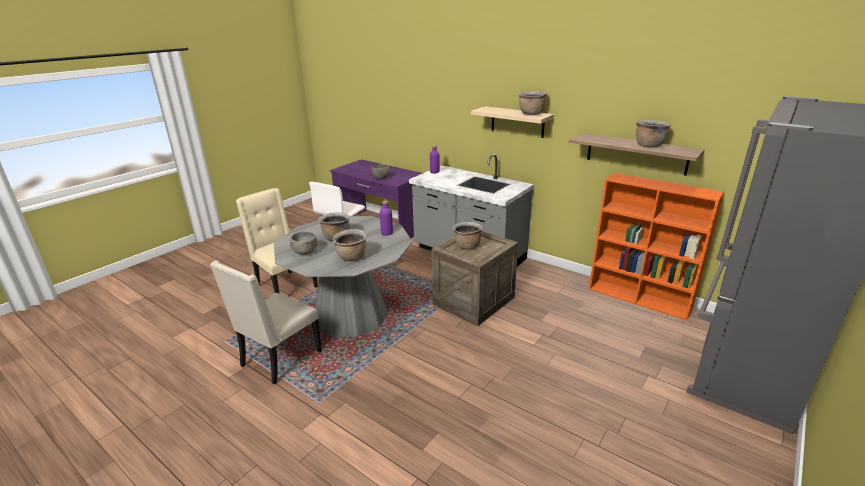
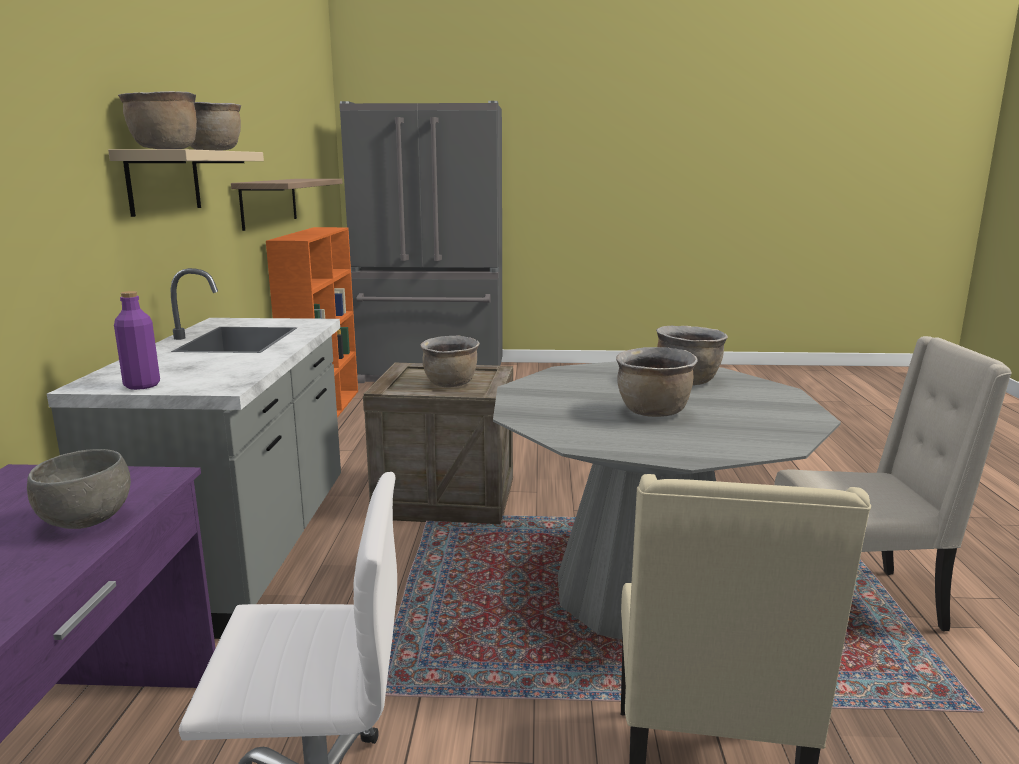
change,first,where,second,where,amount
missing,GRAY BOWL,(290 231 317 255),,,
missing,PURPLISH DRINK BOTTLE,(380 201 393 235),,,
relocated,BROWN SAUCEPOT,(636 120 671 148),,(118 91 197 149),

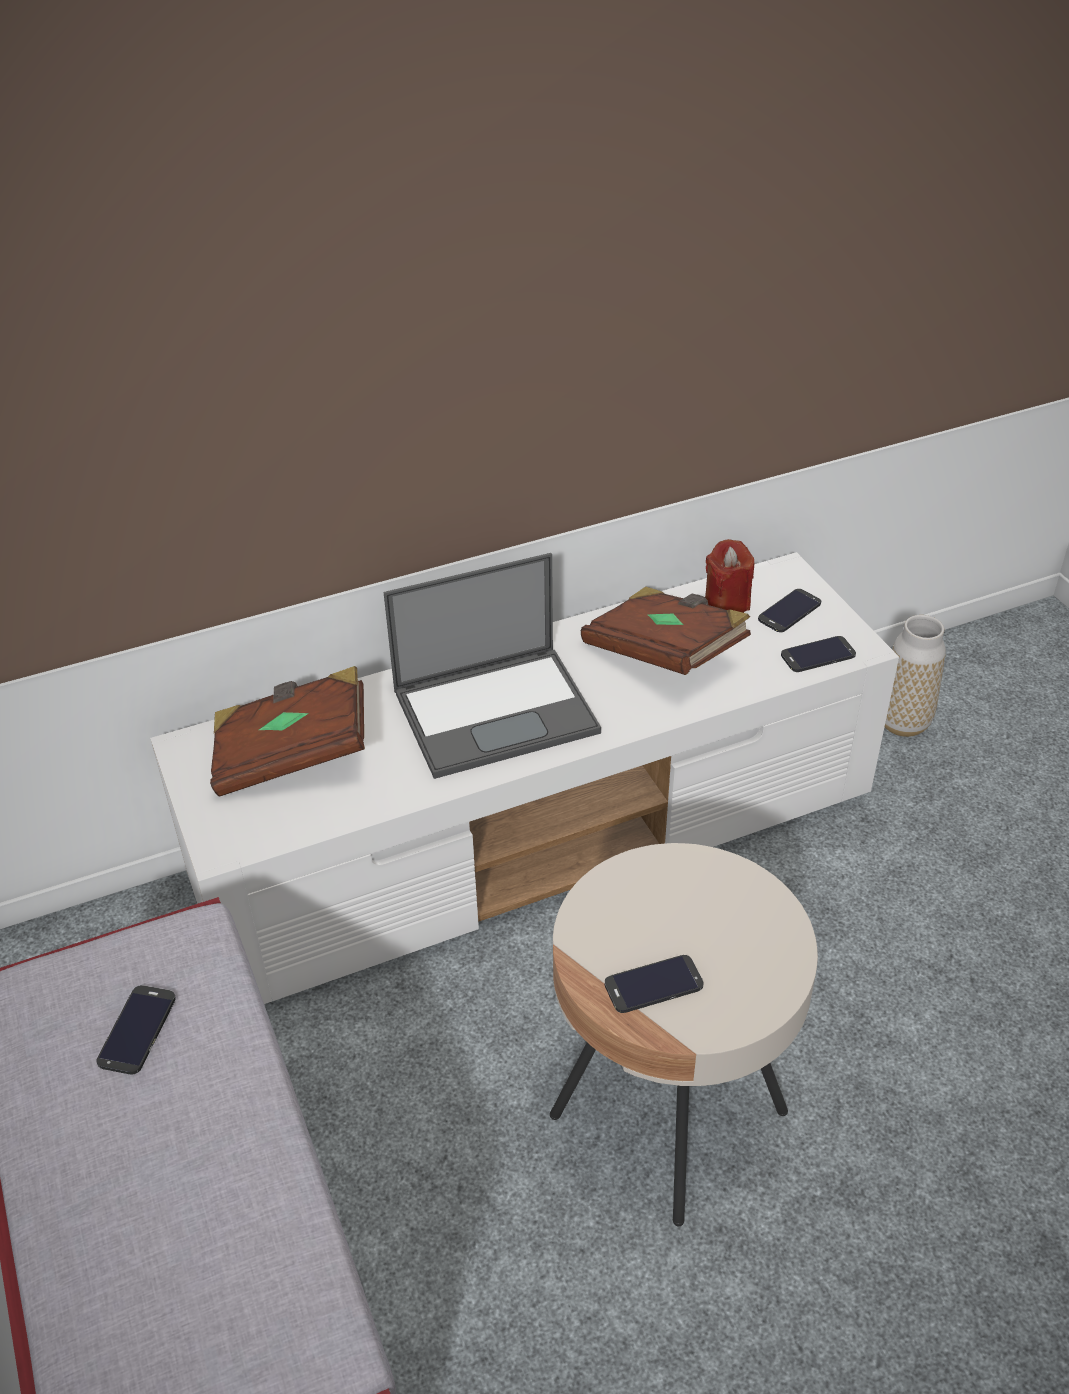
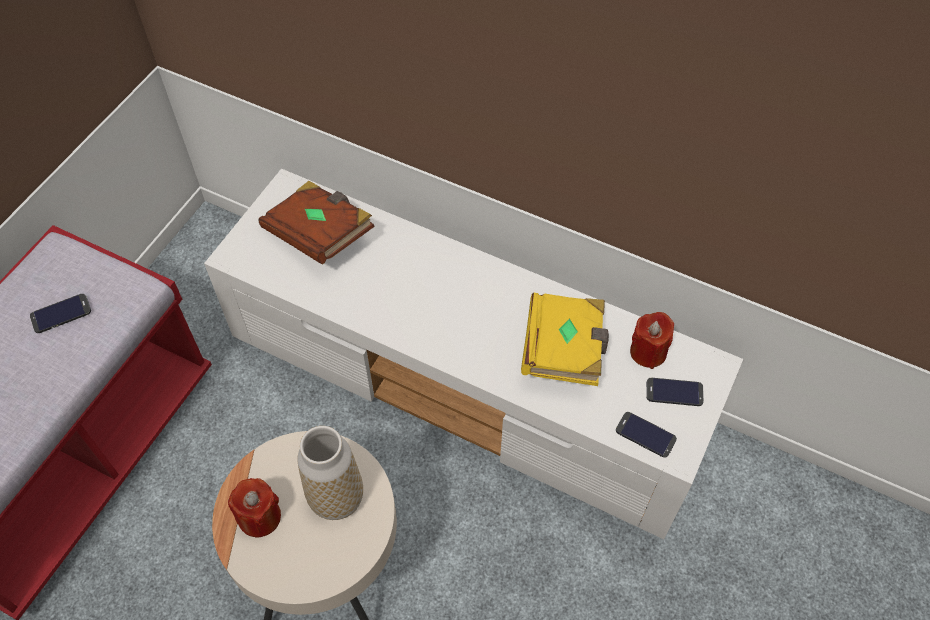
change,first,where,second,where,amount
missing,NOTEBOOK COMPUTER,(384 553 601 779),,,
colour,BROWN VOLUME,(581 587 751 675),YELLOW VOLUME,(521 293 609 386),
exchanged,TELEPHONE,(605 955 703 1013),REDDISH WAX CANDLE,(228 478 281 537),
relocated,FLOWER VASE,(885 615 946 737),,(297 426 363 520),

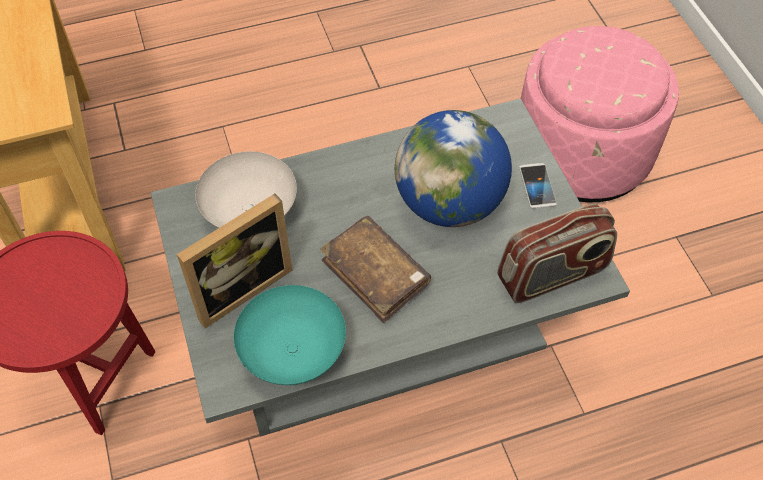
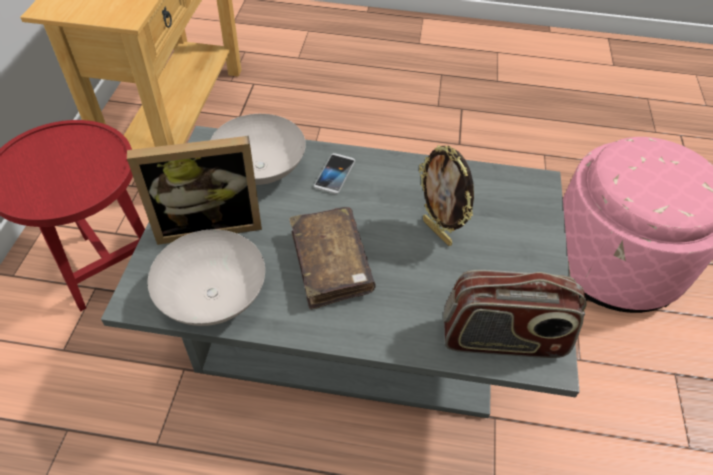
change,first,where,second,where,amount
colour,BLUE-GREEN BOWL,(234 285 346 385),WHITE BOWL,(148 230 265 326),
exchanged,GLOBE,(395 110 512 227),PHOTO FRAME,(419 145 474 246),
relocated,TELEPHONE,(519 163 557 209),,(314 153 355 194),

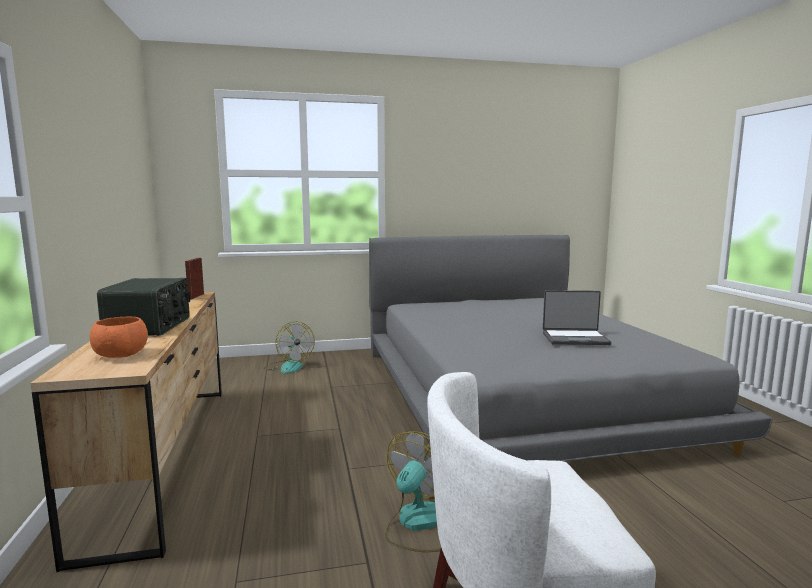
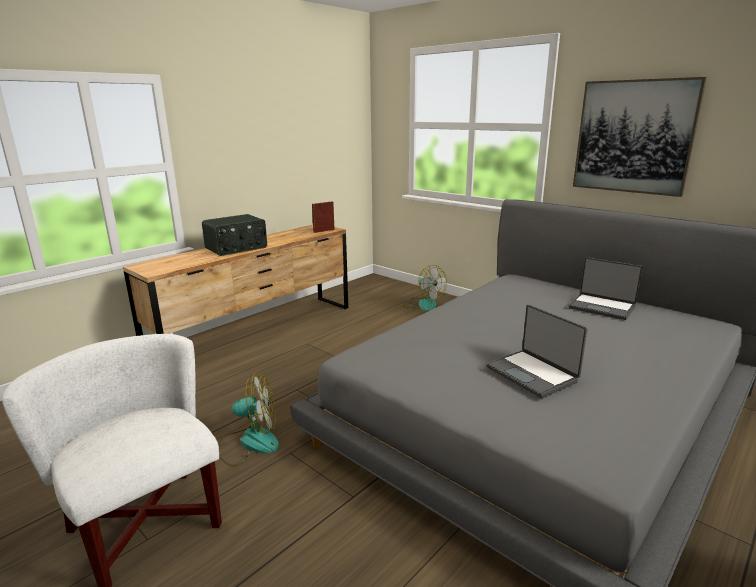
change,first,where,second,where,amount
missing,ORANGEY BOWL,(90 317 148 358),,,
spun,FAN,(264 321 315 374),,(403 265 447 311),60 degrees counterclockwise
appeared,,,NOTEBOOK COMPUTER,(568 257 643 320),
appeared,,,PICTURE,(573 77 707 197),

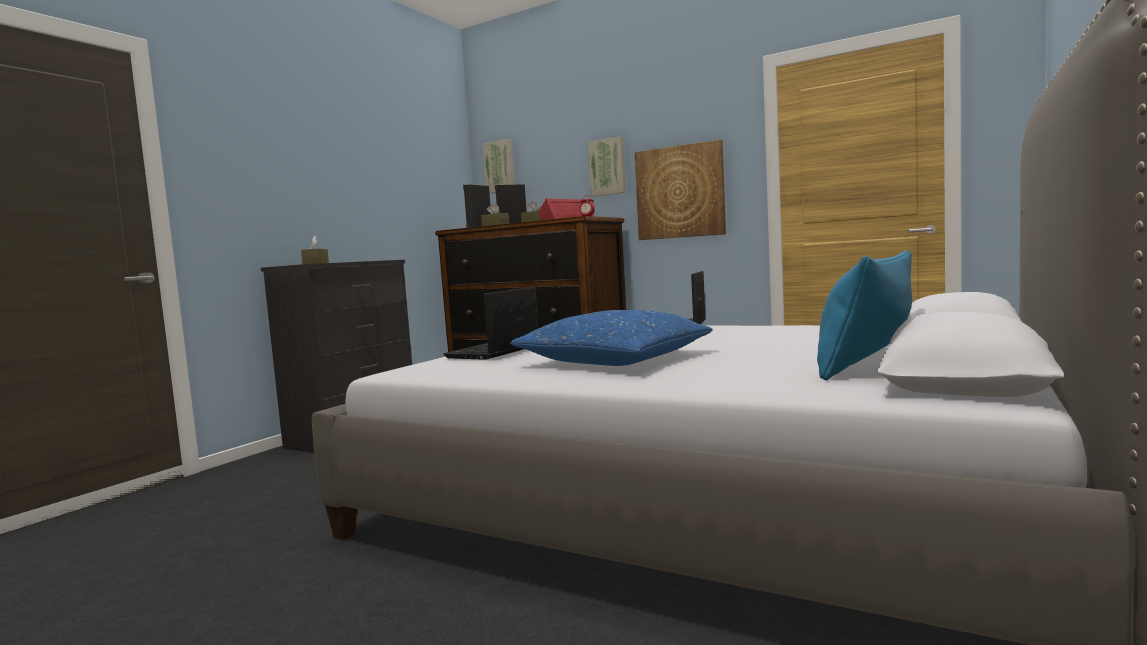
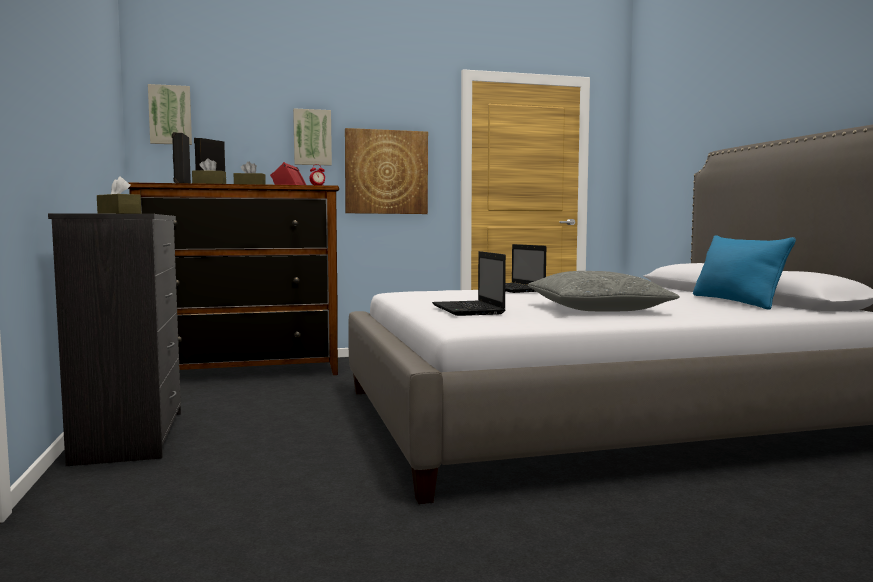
change,first,where,second,where,amount
colour,BLUE PILLOW,(510 310 712 366),GRAY PILLOW,(528 271 680 311),

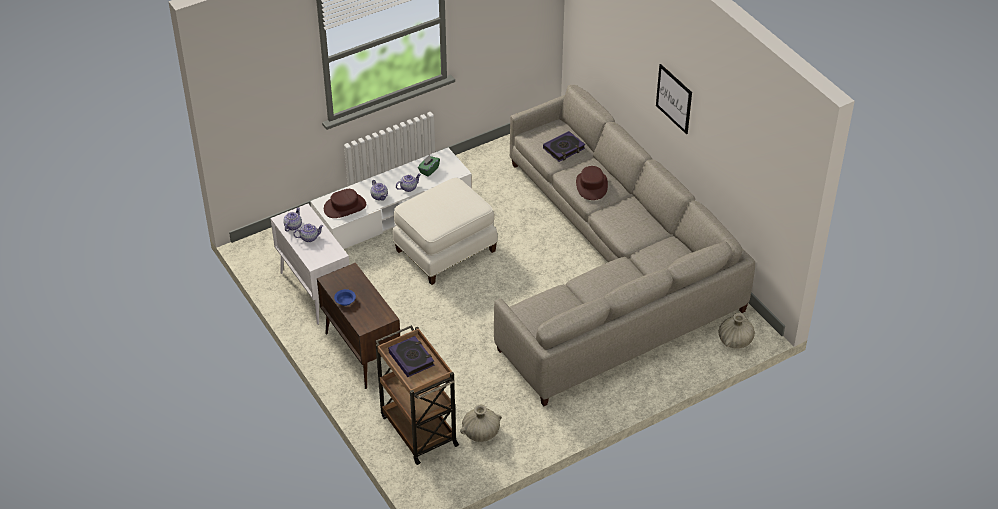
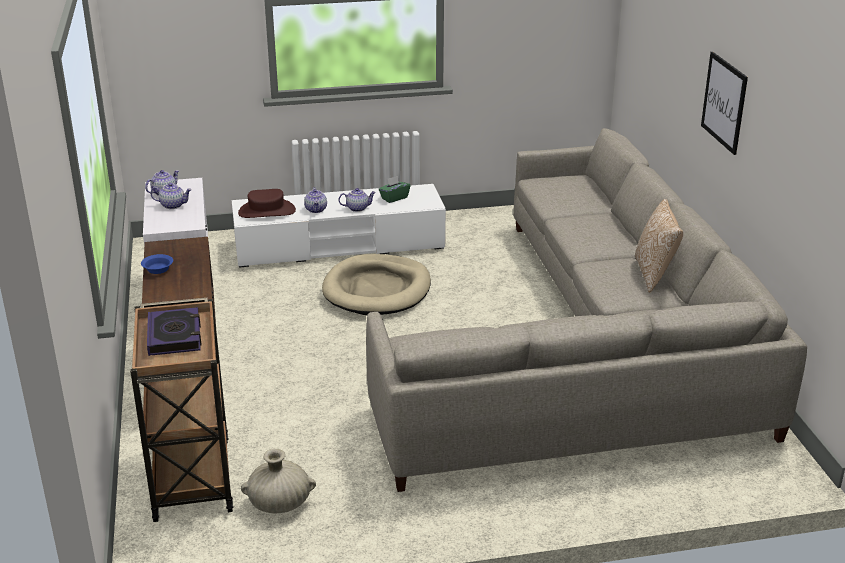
change,first,where,second,where,amount
exchanged,WHITE POUFFE,(393 178 498 285),BEIGE-COLOURED DOG BED,(322 254 431 315),
missing,VOLUME,(543 131 585 162),,,
missing,BROWN HAT,(576 166 608 200),,,
missing,BEIGE-COLOURED FLOWER VASE,(718 313 755 349),,,
appeared,,,PILLOW,(635 199 683 293),

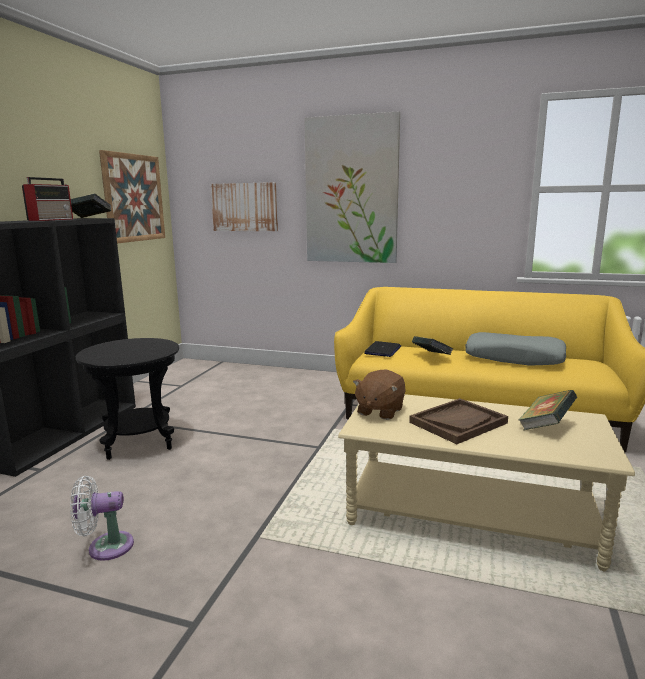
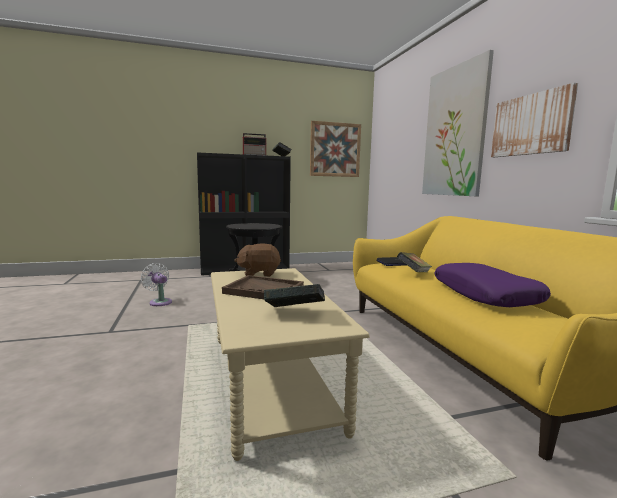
change,first,where,second,where,amount
relocated,PICTURE,(211 182 278 231),,(491 83 578 157),
colour,GRAY PILLOW,(465 332 566 366),PURPLISH PILLOW,(435 263 551 307),

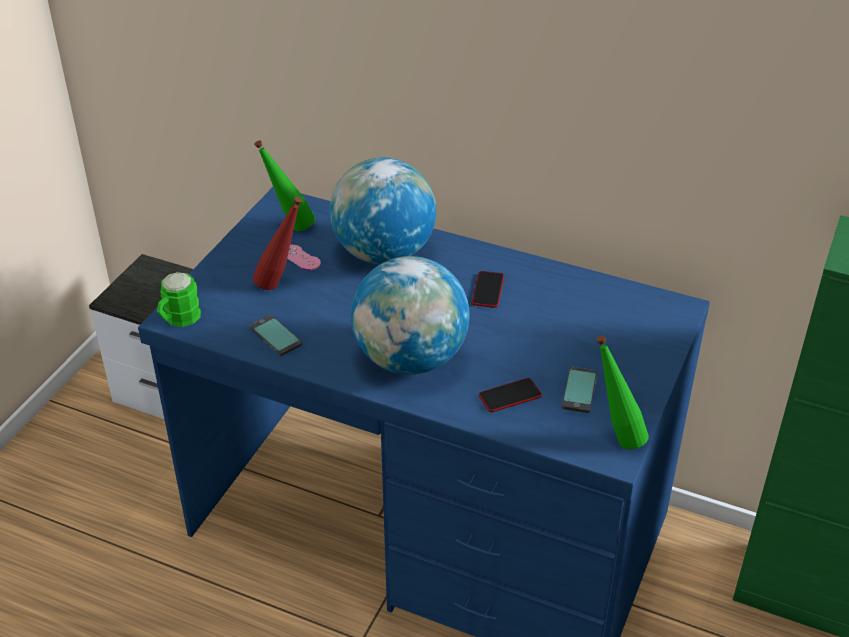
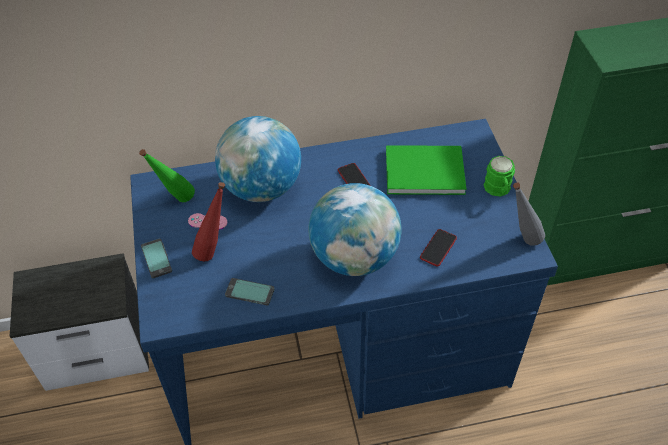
change,first,where,second,where,amount
relocated,GREEN TEA MUG,(157 272 201 327),,(483 156 515 197),
relocated,TELEPHONE,(562 367 597 413),,(141 239 172 278),
colour,GREEN DRINK BOTTLE,(596 335 649 449),GRAY DRINK BOTTLE,(513 182 545 246),
appeared,,,GREEN VOLUME,(386 145 466 195),

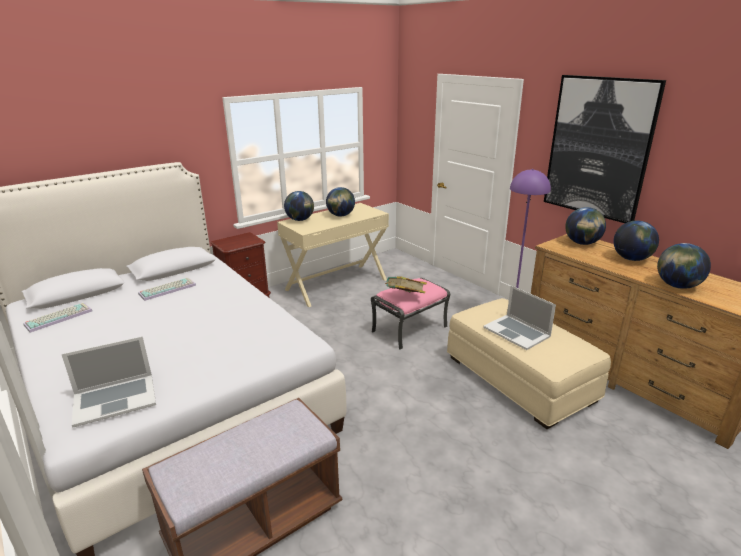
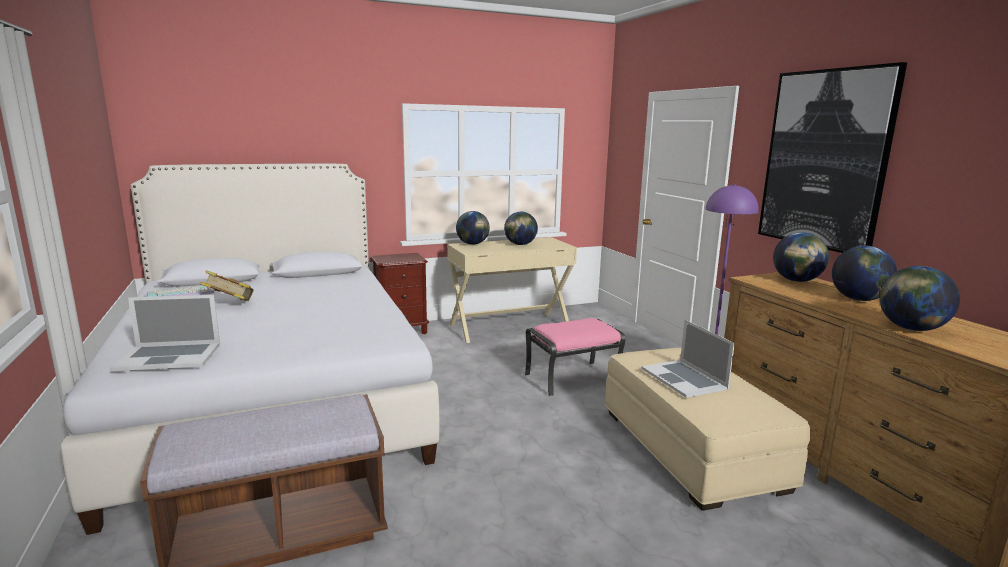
change,first,where,second,where,amount
missing,COMPUTER KEYBOARD,(138 278 196 301),,,
relocated,VOLUME,(385 276 427 293),,(200 270 254 301),

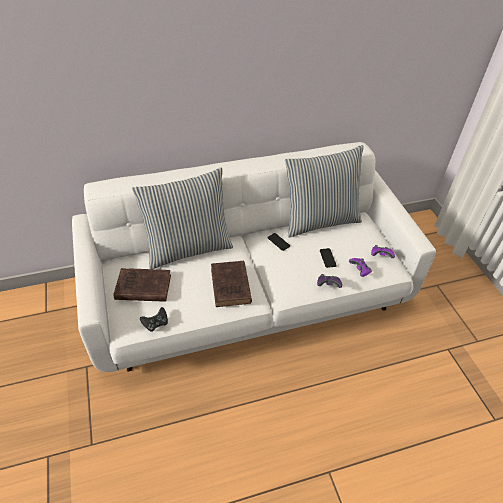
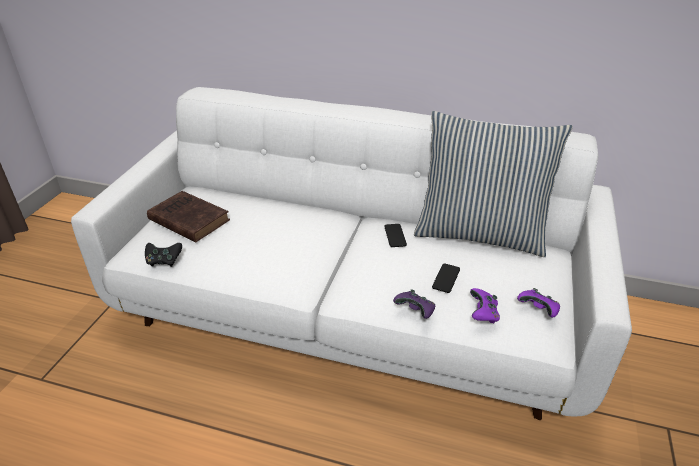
change,first,where,second,where,amount
missing,PILLOW,(132 168 233 269),,,
missing,BROWN VOLUME,(211 261 252 307),,,

